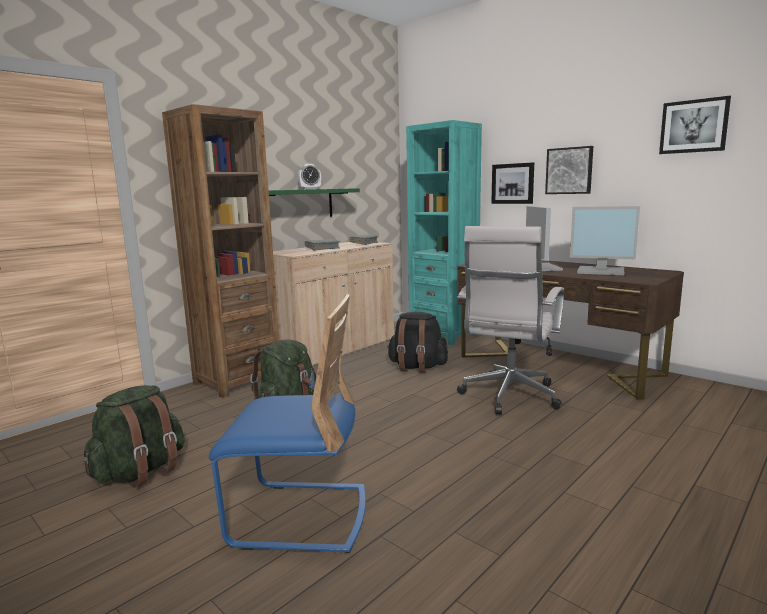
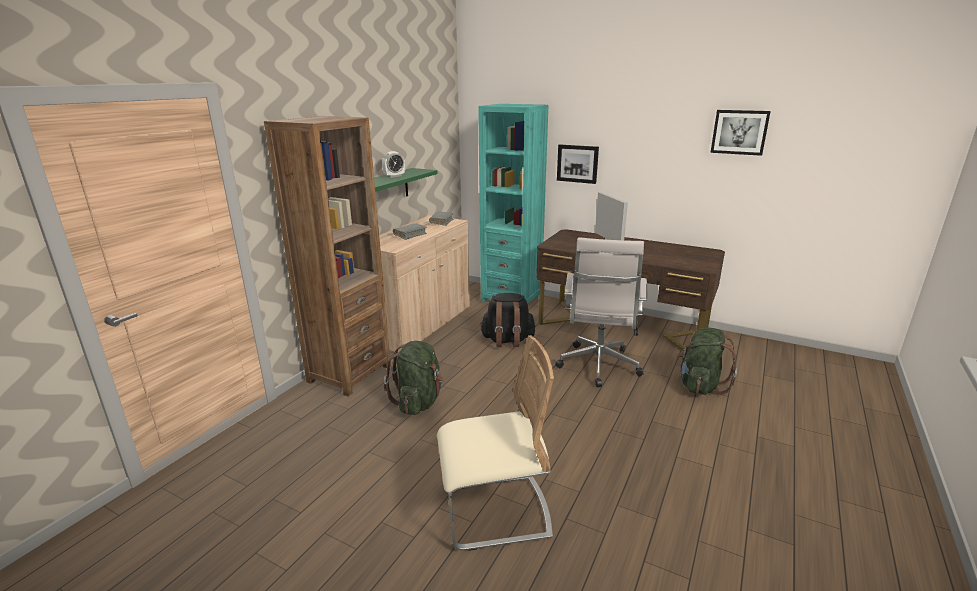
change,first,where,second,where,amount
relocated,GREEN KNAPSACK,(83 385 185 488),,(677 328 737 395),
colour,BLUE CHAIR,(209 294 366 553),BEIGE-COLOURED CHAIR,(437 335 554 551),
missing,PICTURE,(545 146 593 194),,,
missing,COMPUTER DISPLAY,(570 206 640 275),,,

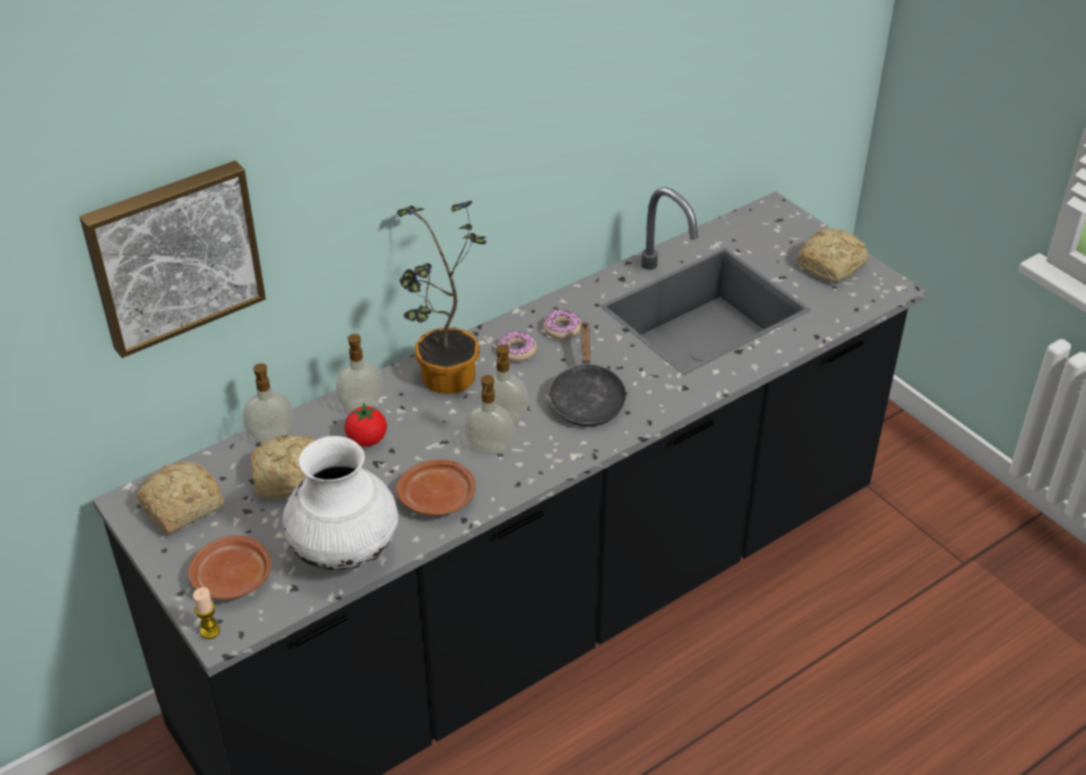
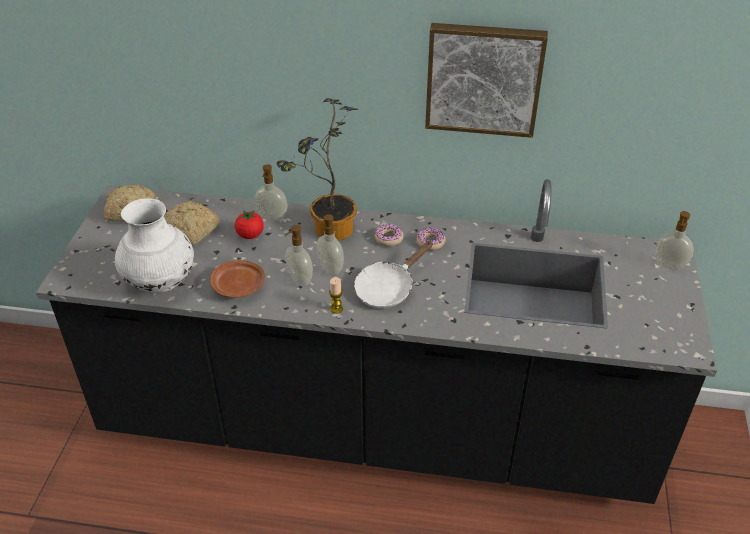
change,first,where,second,where,amount
relocated,PICTURE,(79 161 266 358),,(425 23 548 138),
missing,BROWN FLAT DISH,(188 535 271 600),,,
relocated,WAX CANDLE,(193 587 220 639),,(329 277 343 314),
relocated,LIQUID SOAP BOTTLE,(243 363 294 443),,(655 211 694 270),
colour,BLACK-COLOURED PAN,(548 322 628 427),WHITE PAN,(354 241 433 308),
missing,BREAD,(796 228 869 283),,,

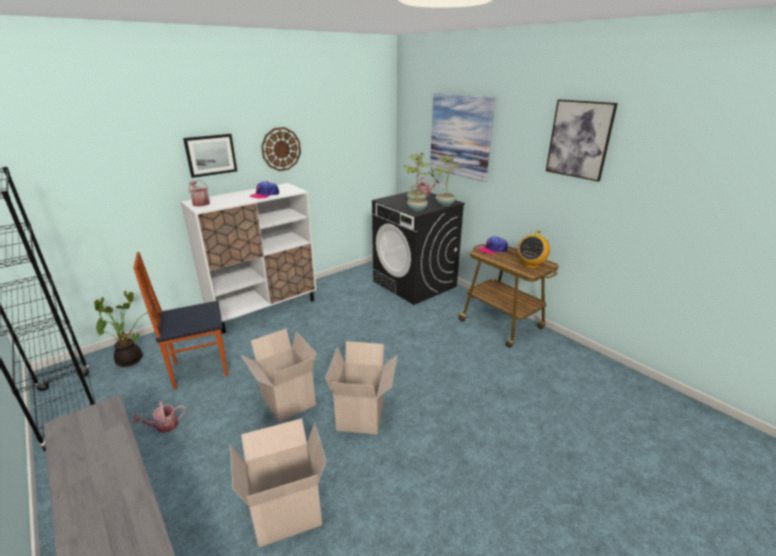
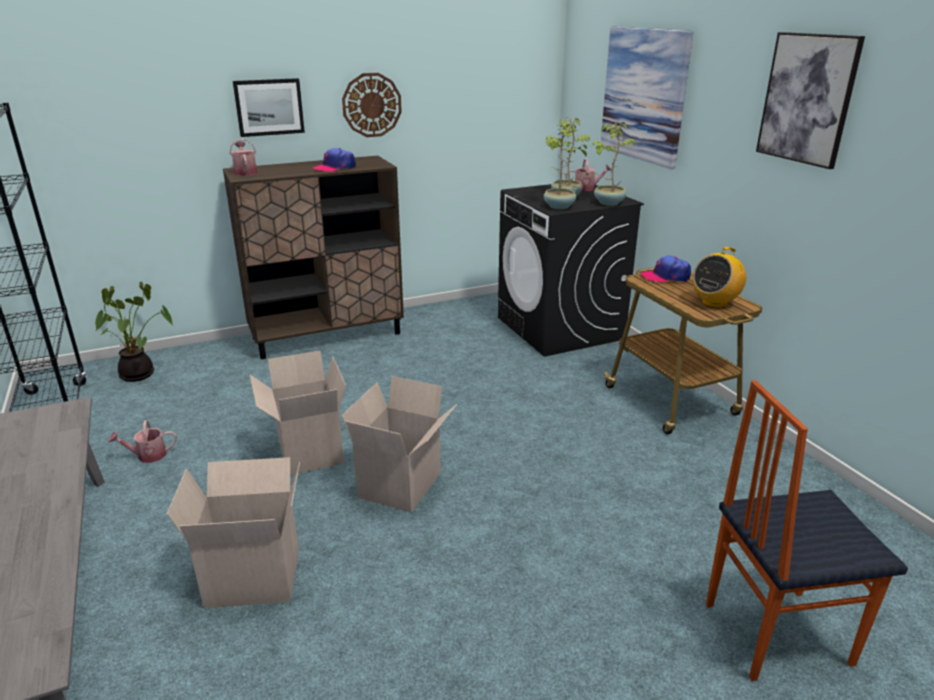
change,first,where,second,where,amount
relocated,CHAIR,(133 252 229 390),,(706 380 908 681),
colour,WHITE STORAGE CABINET,(181 183 316 333),BROWN STORAGE CABINET,(223 156 404 359),

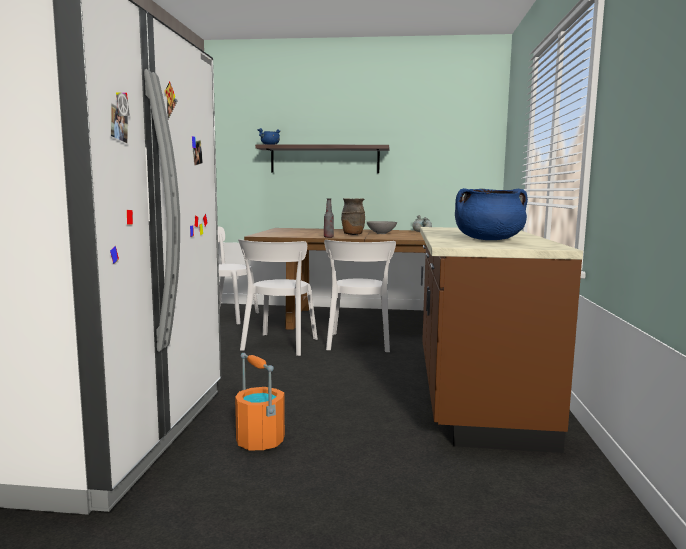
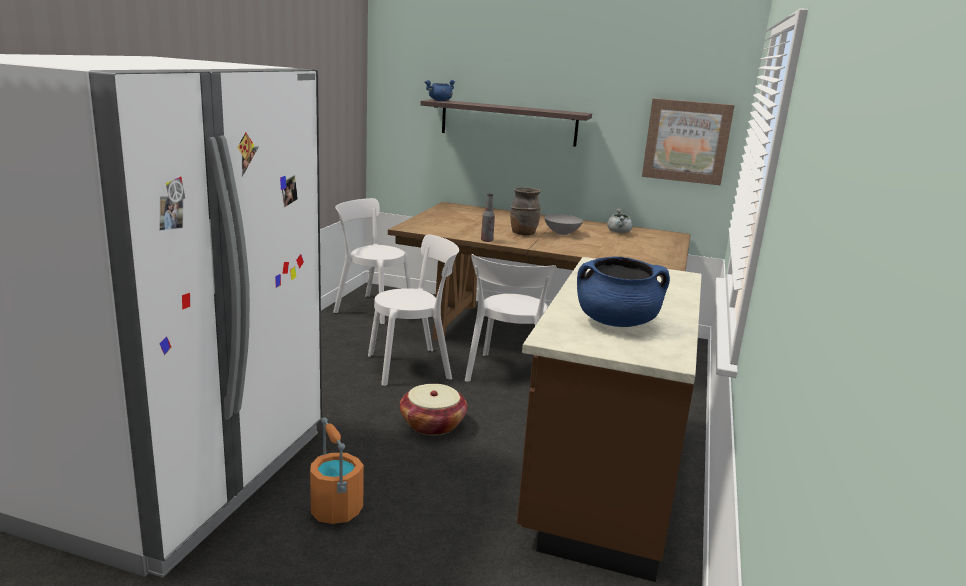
change,first,where,second,where,amount
spun,WHITE CHAIR,(238 239 318 356),,(368 235 459 386),135 degrees counterclockwise
appeared,,,HOUSEHOLD BASKET,(400 384 467 435),
appeared,,,PICTURE,(642 98 734 185),

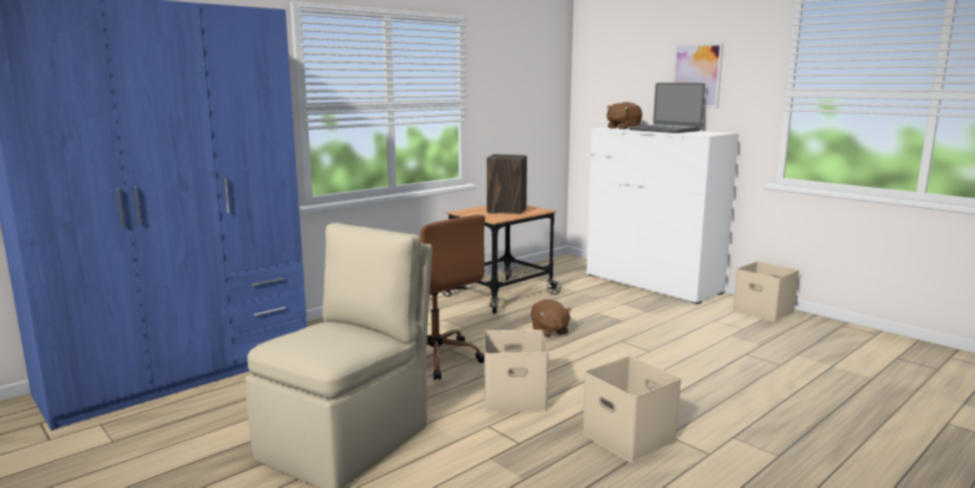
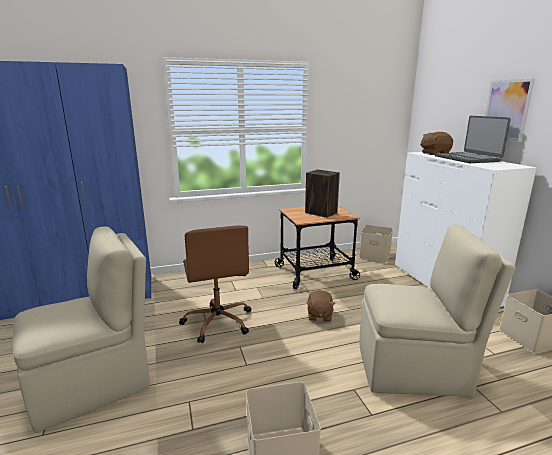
change,first,where,second,where,amount
relocated,BEIGE-COLOURED STORAGE CONTAINER,(484 330 549 412),,(359 225 393 263),
appeared,,,BEIGE-COLOURED CHAIR,(359 224 516 397),

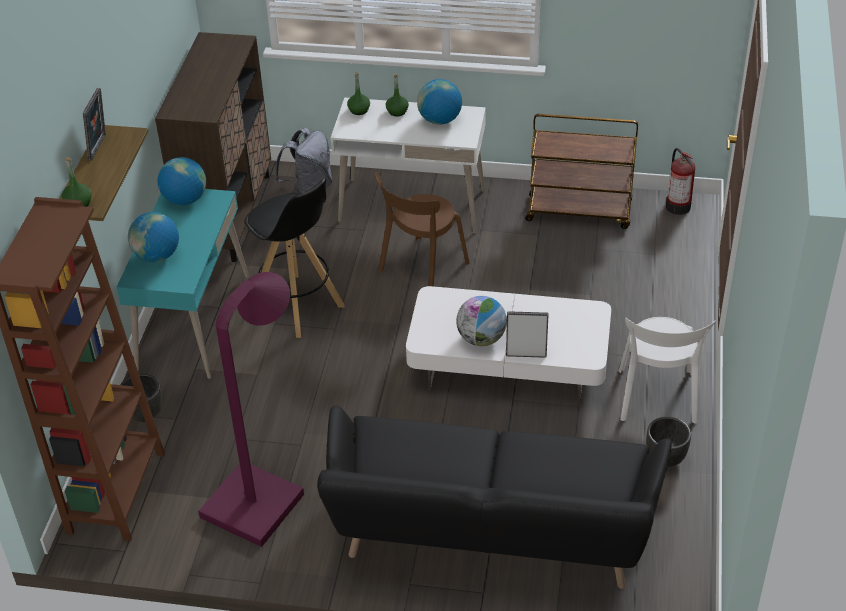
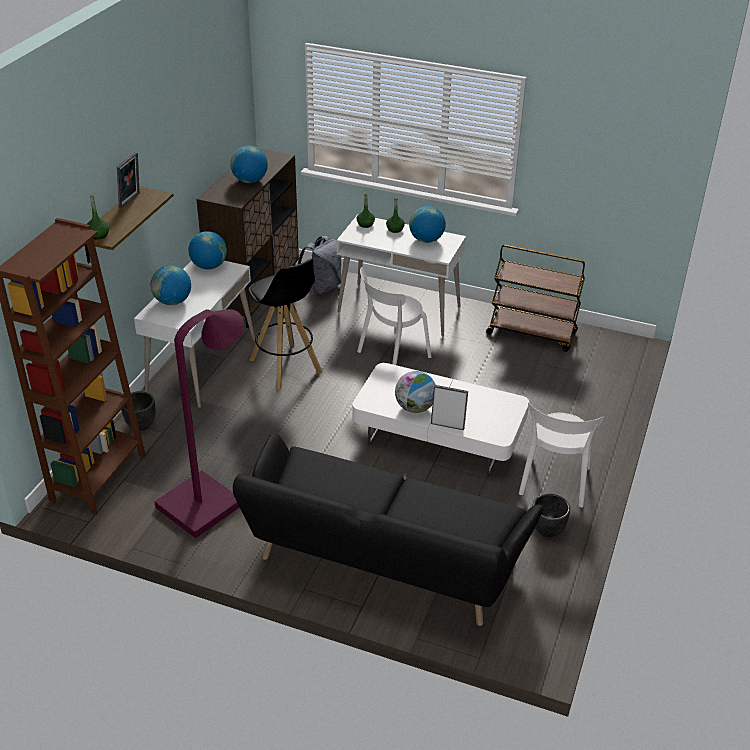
change,first,where,second,where,amount
colour,BLUE-GREEN DESK UNIT,(117 189 249 379),WHITE DESK UNIT,(134 261 255 408),
colour,BROWN CHAIR,(375 172 470 286),WHITE CHAIR,(357 267 431 365),
missing,FIRE-FIGHTING CYLINDER,(666 148 695 215),,,
appeared,,,GLOBE,(230 145 268 183),

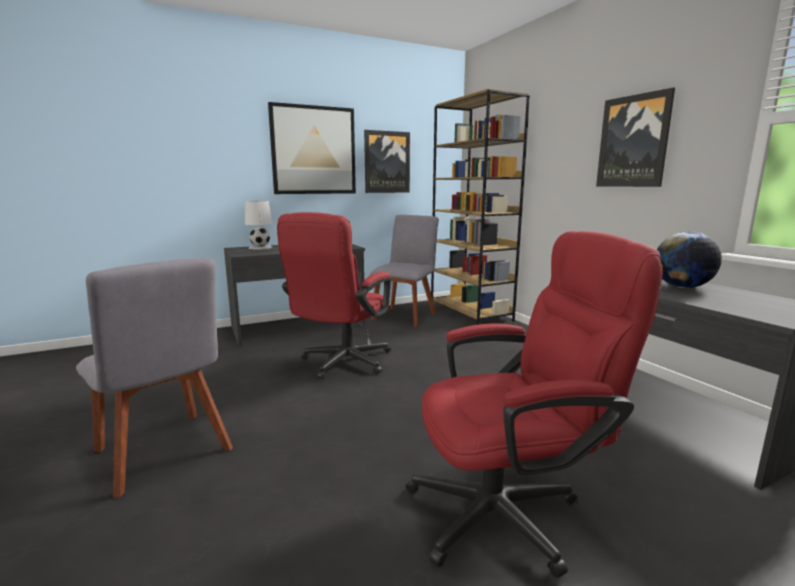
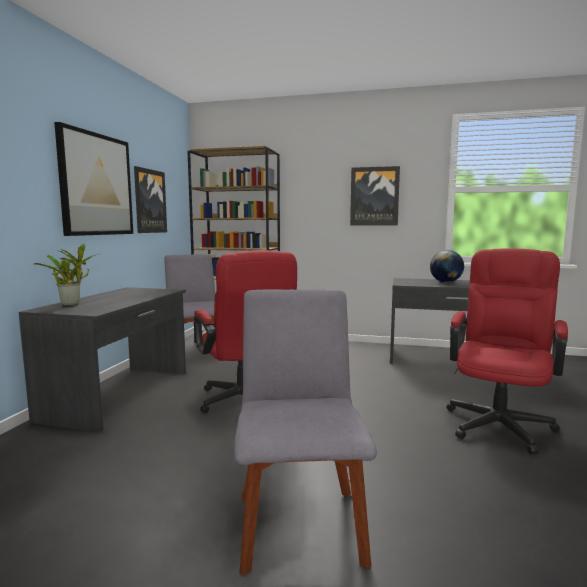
change,first,where,second,where,amount
spun,GRAY CHAIR,(76 257 233 498),,(234 290 377 575),90 degrees counterclockwise
exchanged,WHITE TABLE LAMP,(245 201 273 250),HOUSEPLANT,(34 244 98 306),

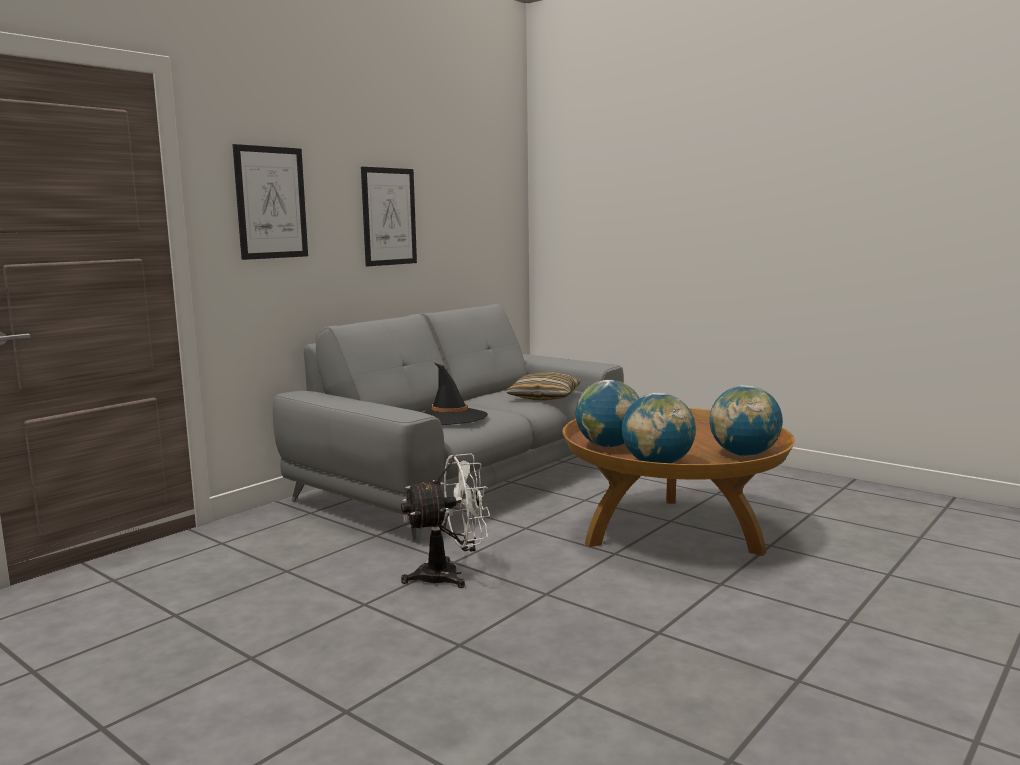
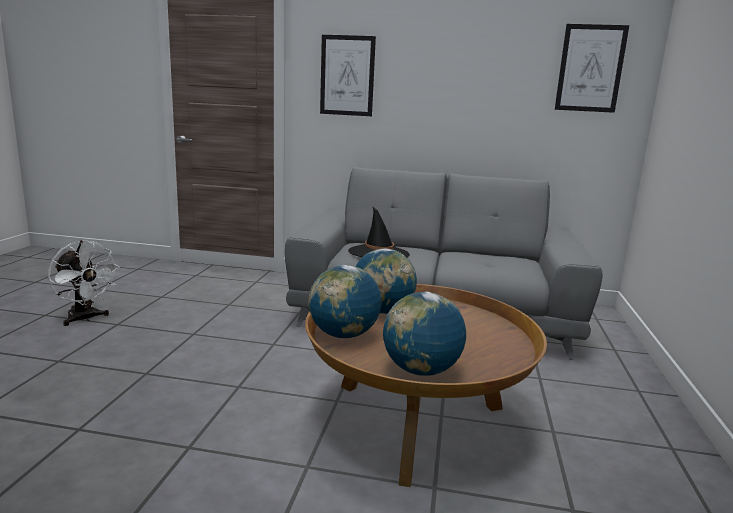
change,first,where,second,where,amount
relocated,PICTURE,(361 167 417 266),,(555 24 629 113),
relocated,WHITE FAN,(401 453 490 588),,(48 240 120 326),
missing,PILLOW,(505 372 581 401),,,

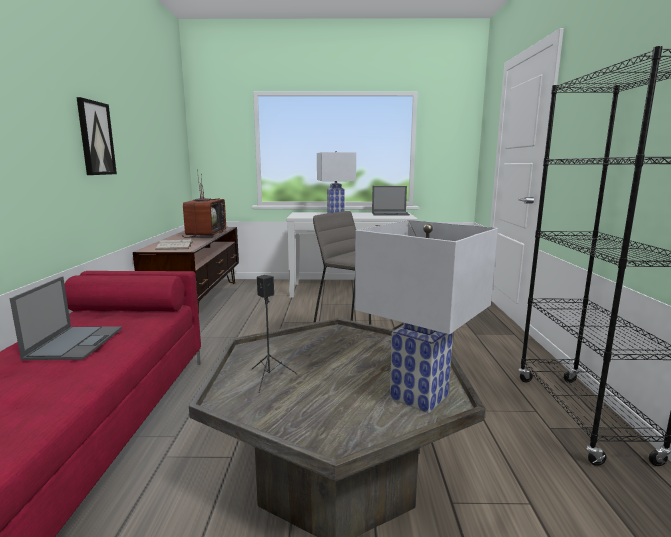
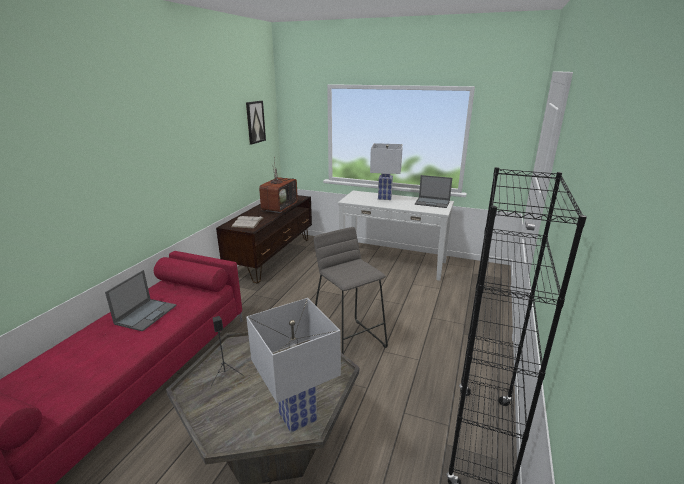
change,first,where,second,where,amount
relocated,PICTURE,(76 97 117 175),,(246 101 266 145),

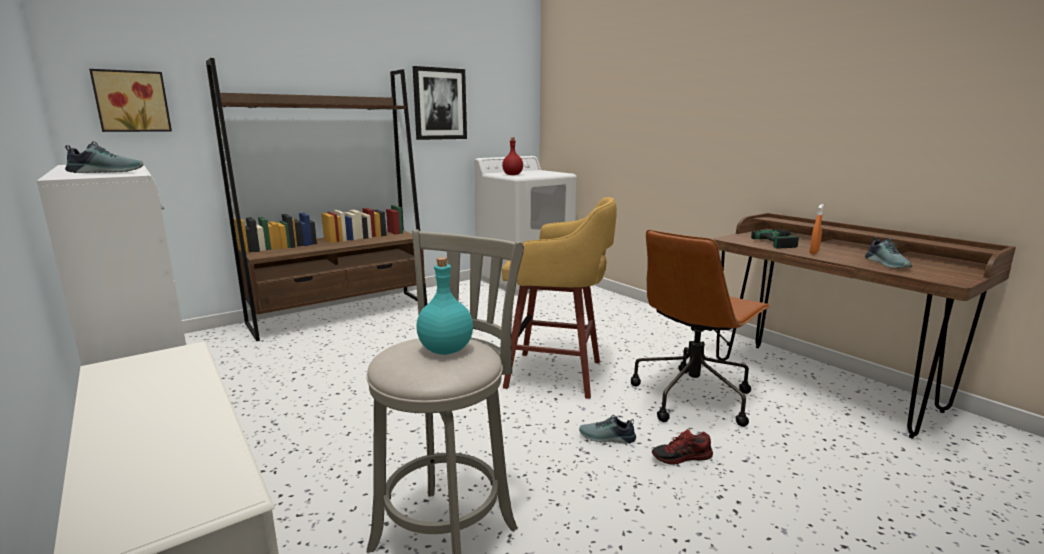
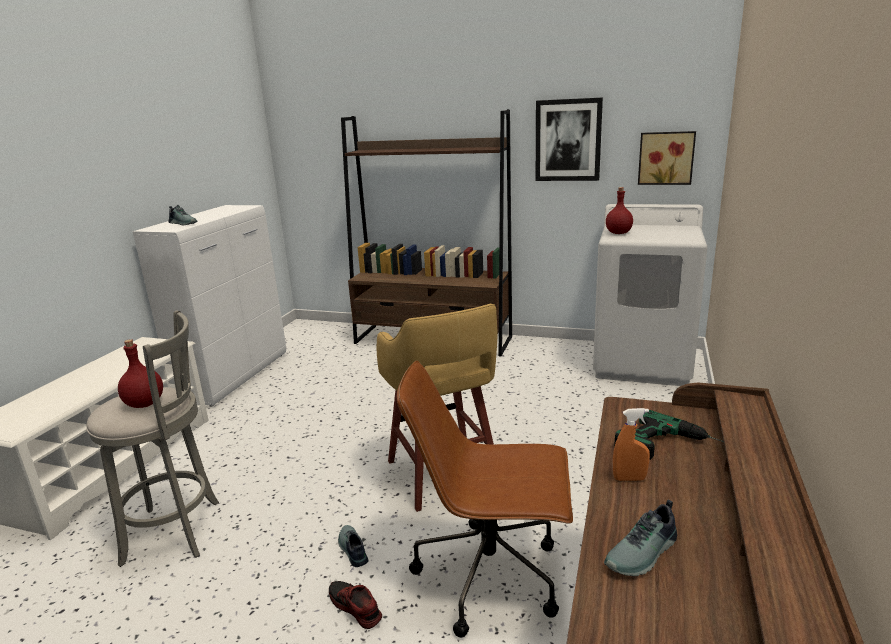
change,first,where,second,where,amount
relocated,PICTURE,(89 69 172 132),,(638 131 696 185),
colour,BLUE-GREEN DRINK BOTTLE,(416 257 473 355),REDDISH DRINK BOTTLE,(118 339 163 408),

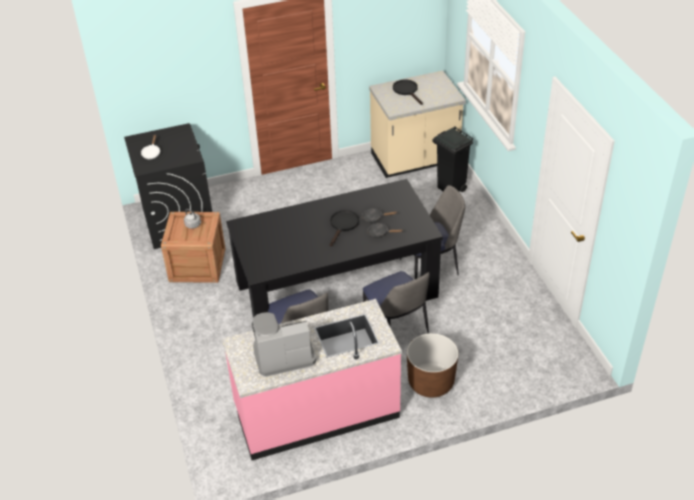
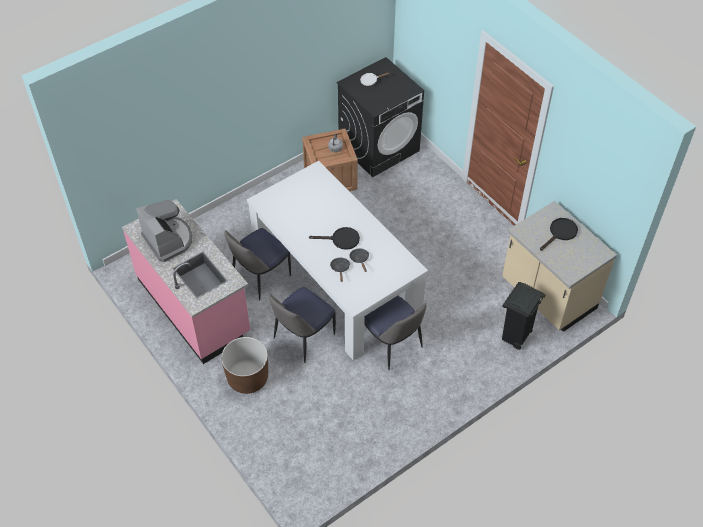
change,first,where,second,where,amount
colour,BLACK-COLOURED DINNER TABLE,(226 179 443 317),WHITE DINNER TABLE,(247 161 428 361),

